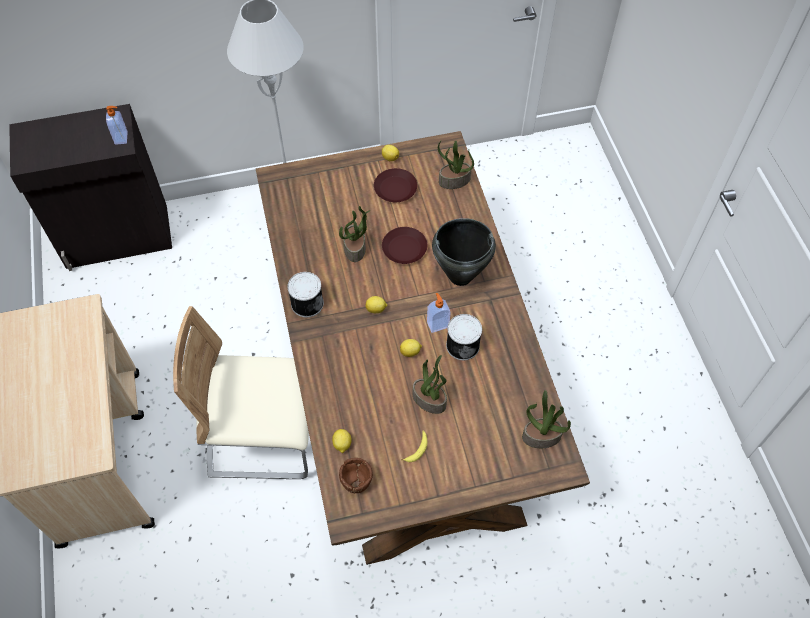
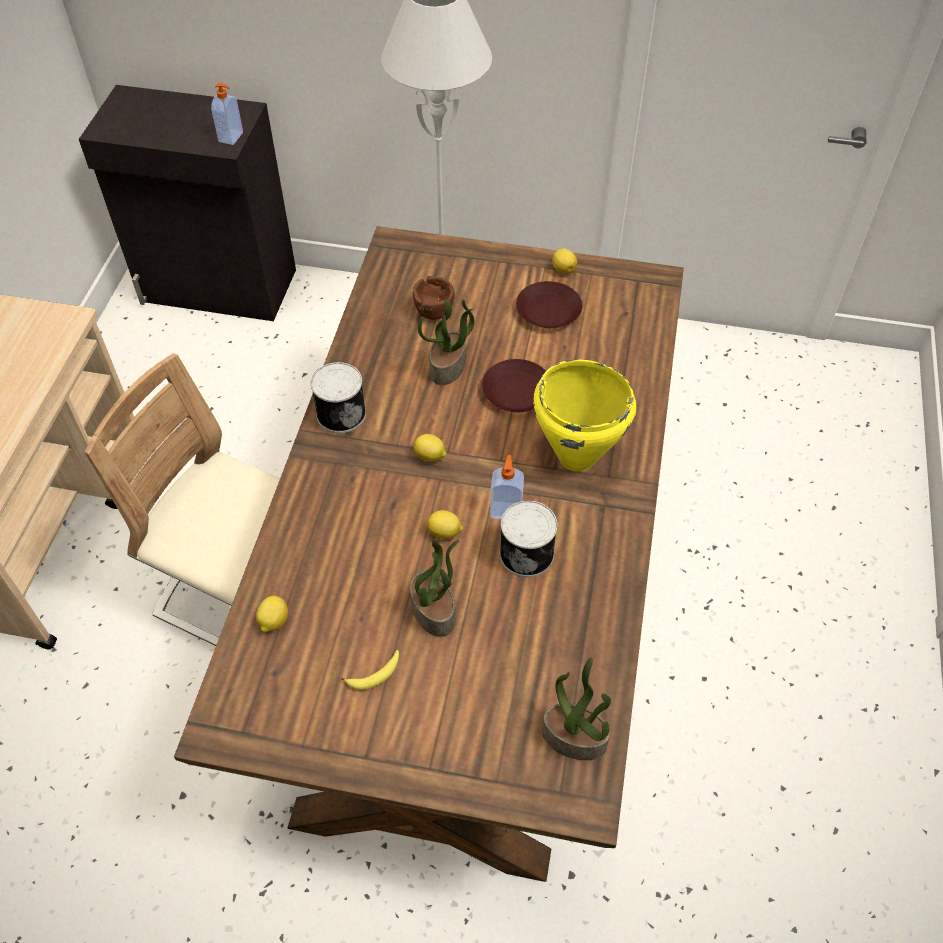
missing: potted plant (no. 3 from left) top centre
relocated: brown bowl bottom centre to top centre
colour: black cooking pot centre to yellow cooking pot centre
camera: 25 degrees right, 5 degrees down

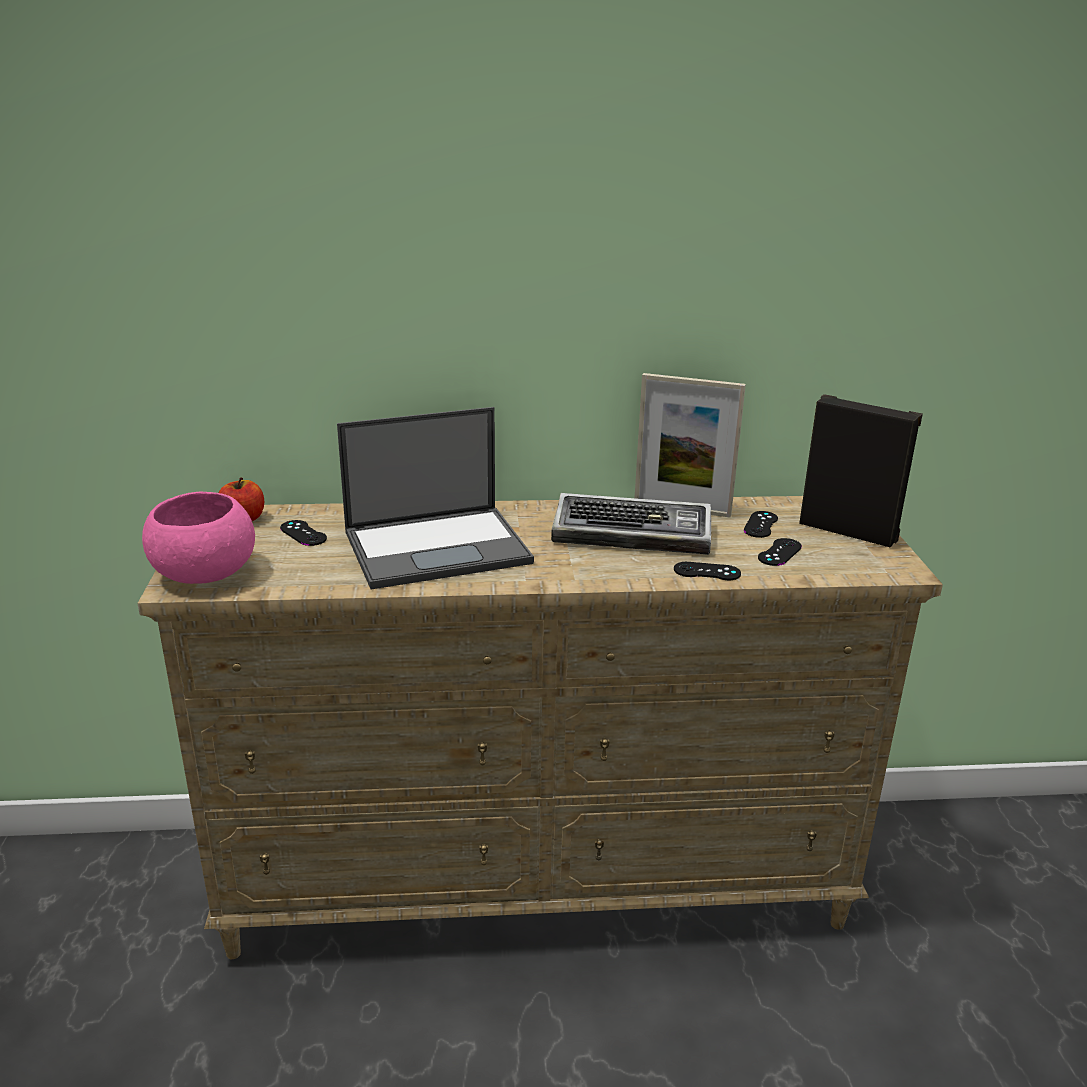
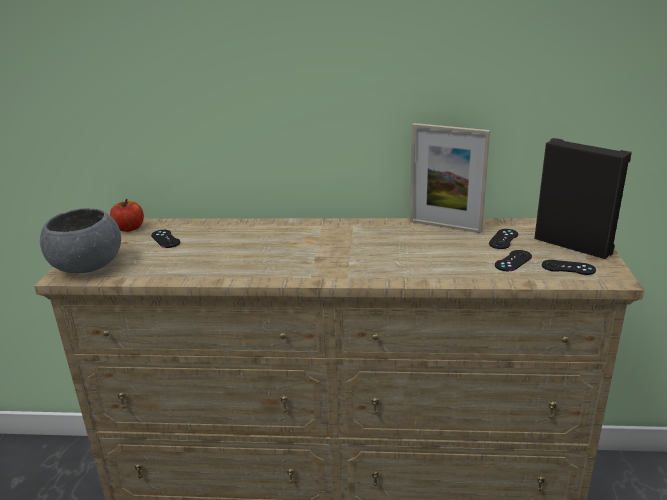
missing: laptop centre; keyboard centre
relocated: black game controller (no. 2 from left in the first image) centre to black game controller (no. 4 from left) middle right
colour: pink bowl middle left to grey bowl middle left
camera: 10 degrees right, 0 degrees up

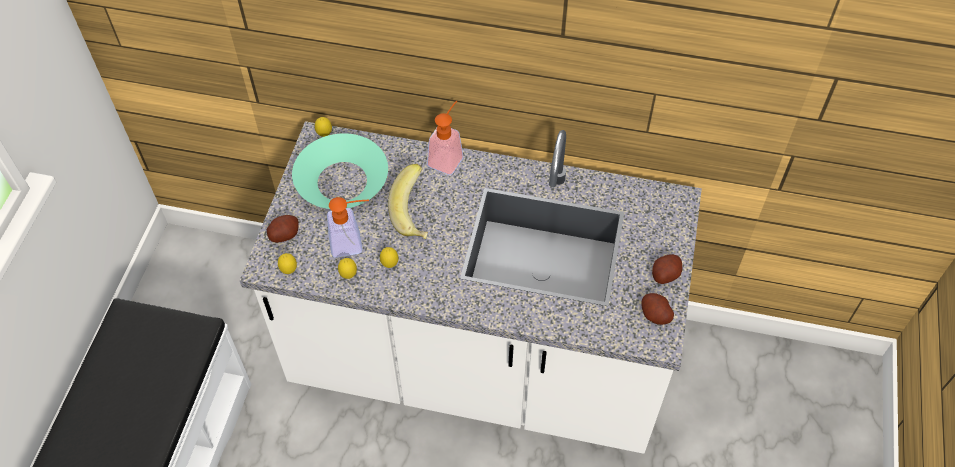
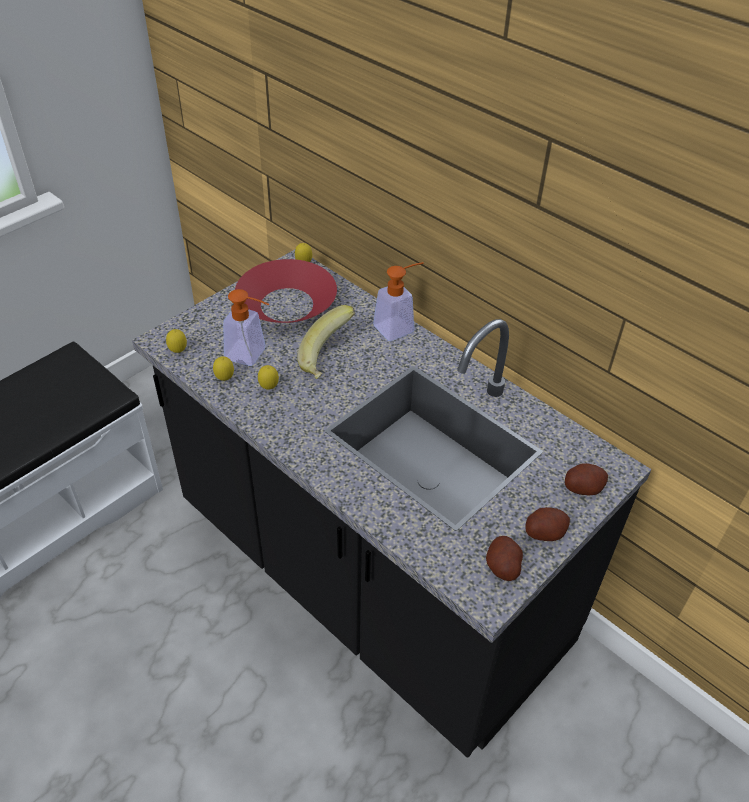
relocated: potato (no. 1 from left in the first image) middle left to potato (no. 3 from left) middle right
colour: white counter centre to black counter centre; turquoise bowl centre to red bowl centre
camera: 30 degrees right, 10 degrees down

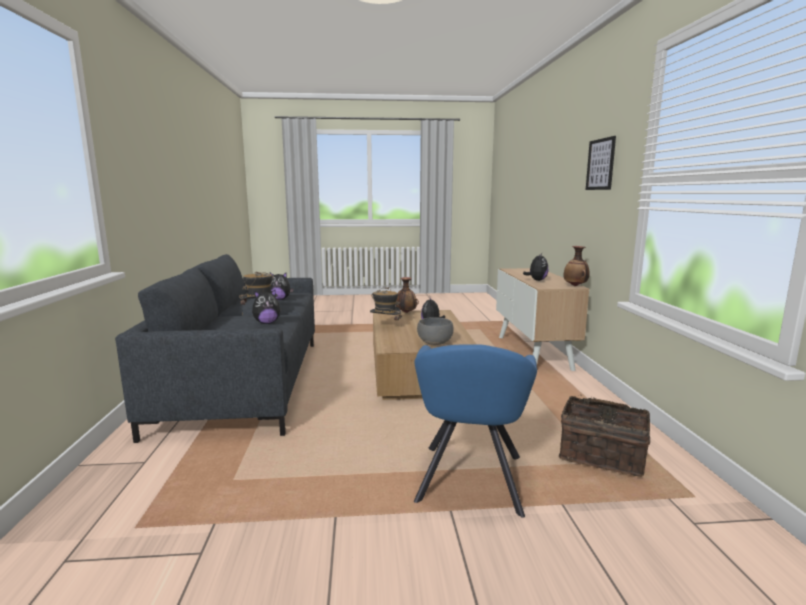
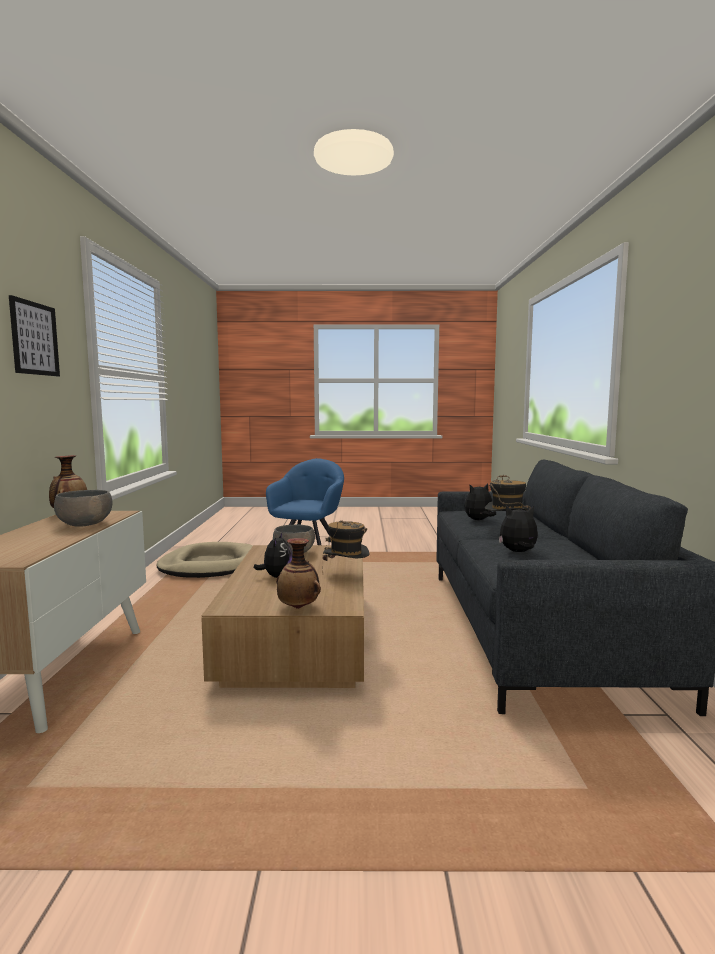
exchanged: plush toy (no. 4 from left) centre to grey bowl (no. 1 from left) middle left; basket bottom right to beige dog bed middle left
camera: 175 degrees left, 5 degrees down

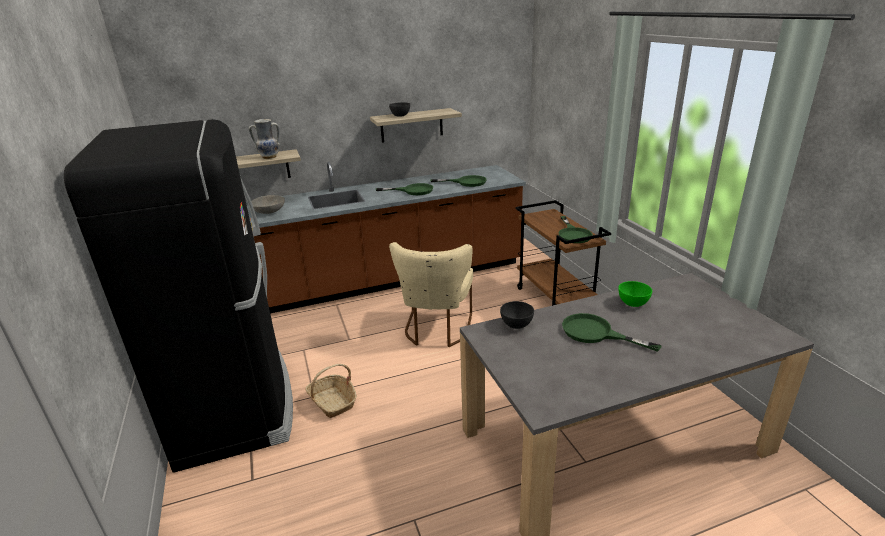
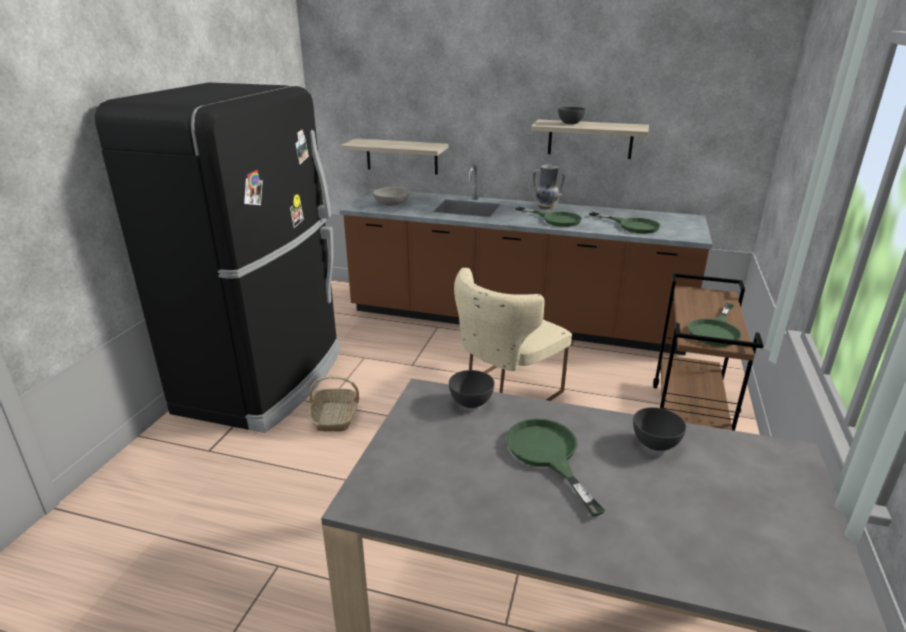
relocated: vase top left to top centre
colour: green bowl middle right to grey bowl (no. 4 from left) bottom right
camera: 35 degrees right, 0 degrees up

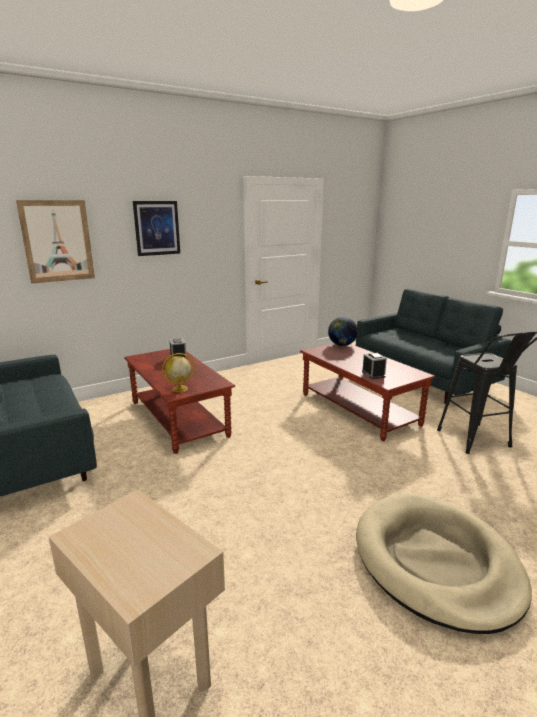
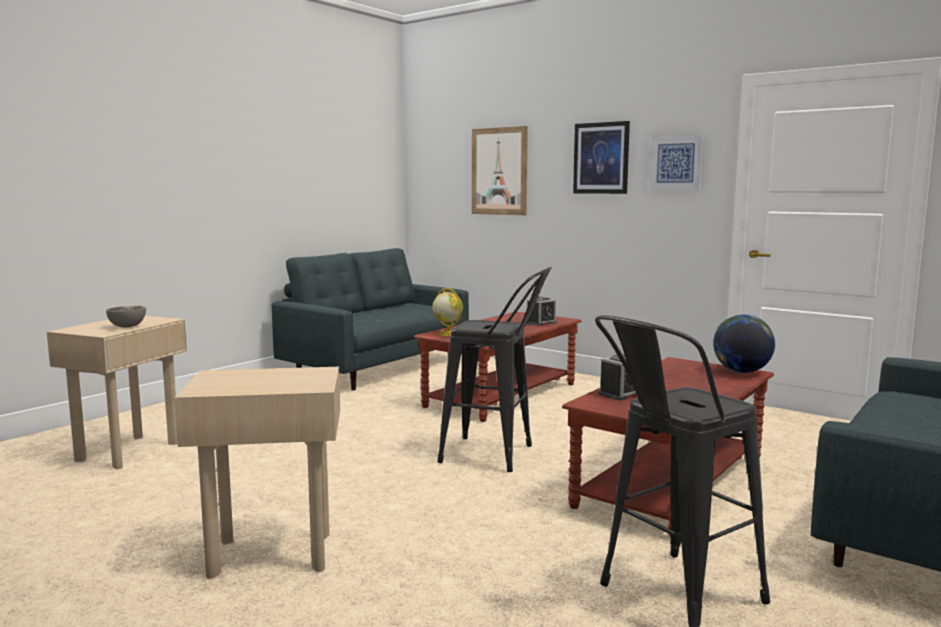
appeared: grey bowl middle left; black stool (no. 1 from left) centre; picture (no. 3 from left) top right
exchanged: beige dog bed bottom right to beige side table (no. 2 from left) bottom left
camera: 70 degrees right, 10 degrees down

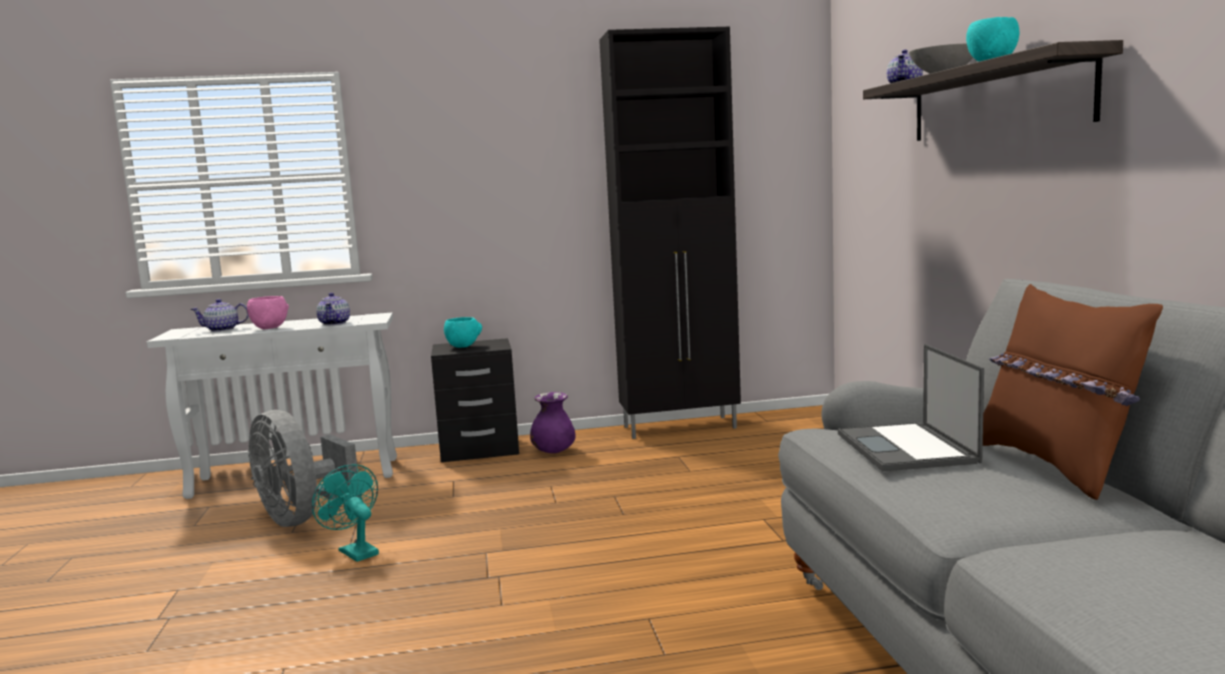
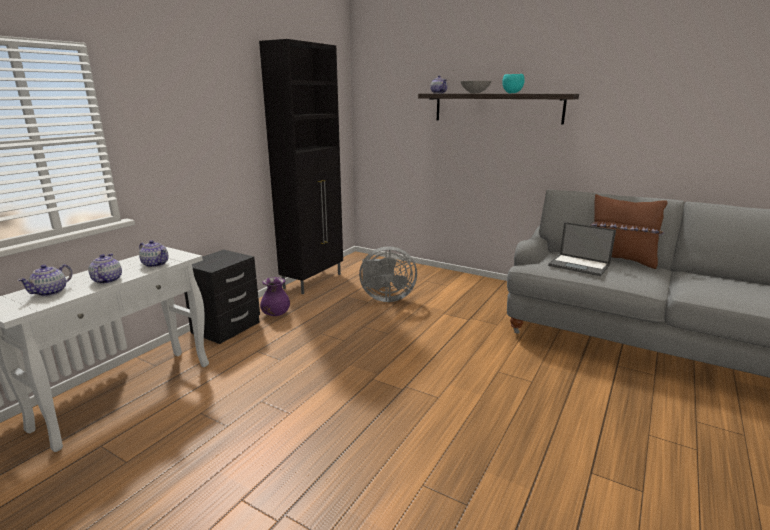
missing: turquoise fan bottom left; turquoise bowl (no. 1 from left) centre
relocated: grey fan bottom left to centre
exchanged: pink bowl middle left to teapot (no. 2 from left) middle left
camera: 50 degrees left, 10 degrees up

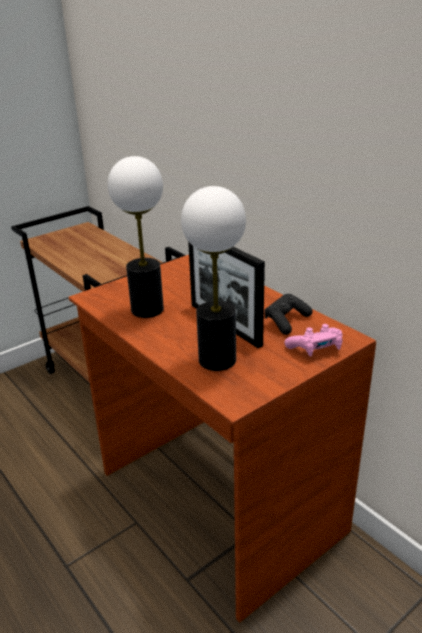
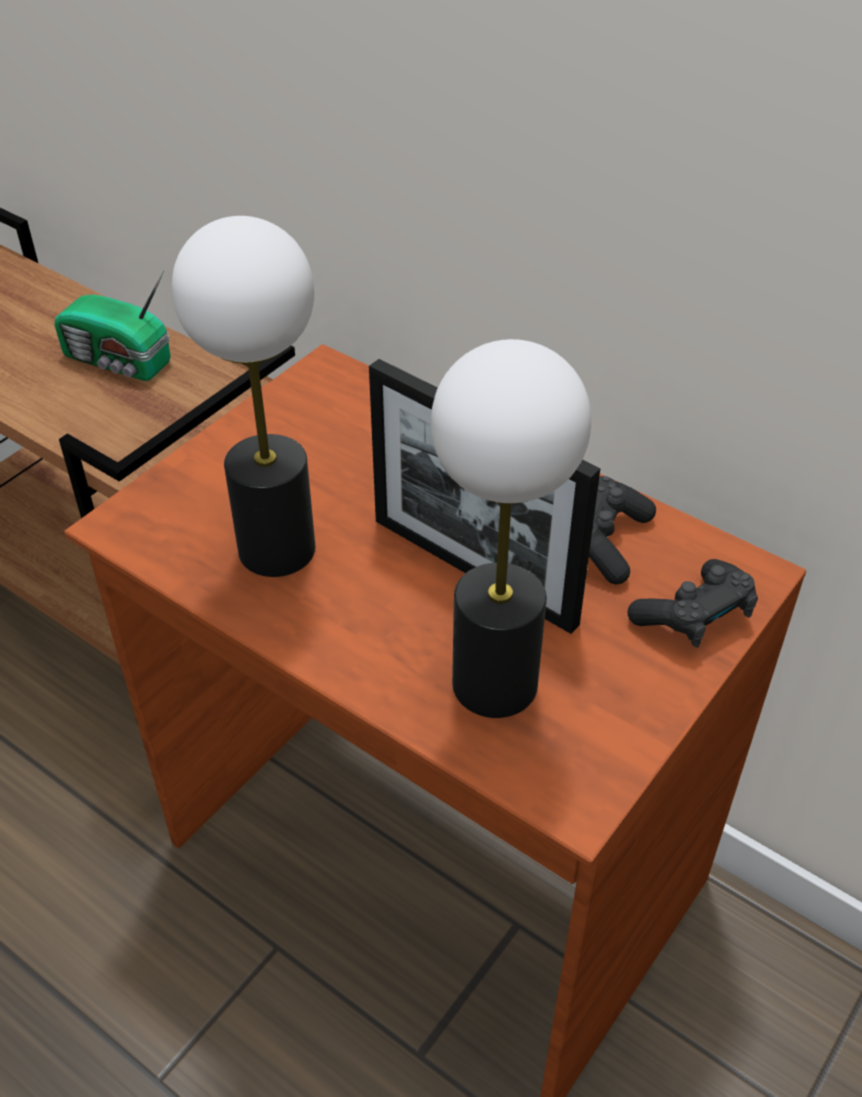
appeared: radio top left
colour: pink game controller middle right to black game controller (no. 2 from left) middle right
camera: 15 degrees left, 15 degrees up

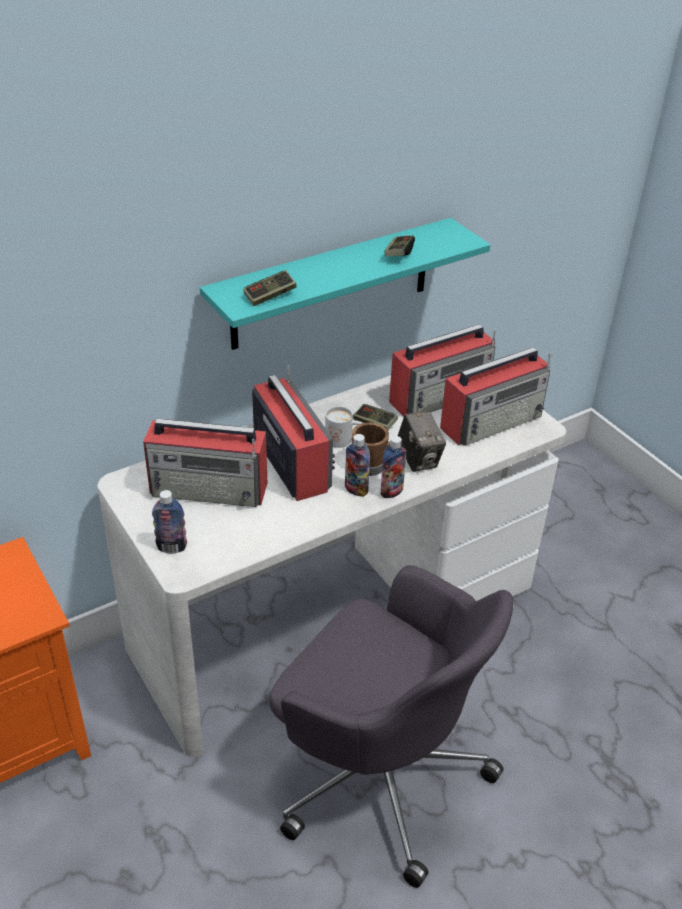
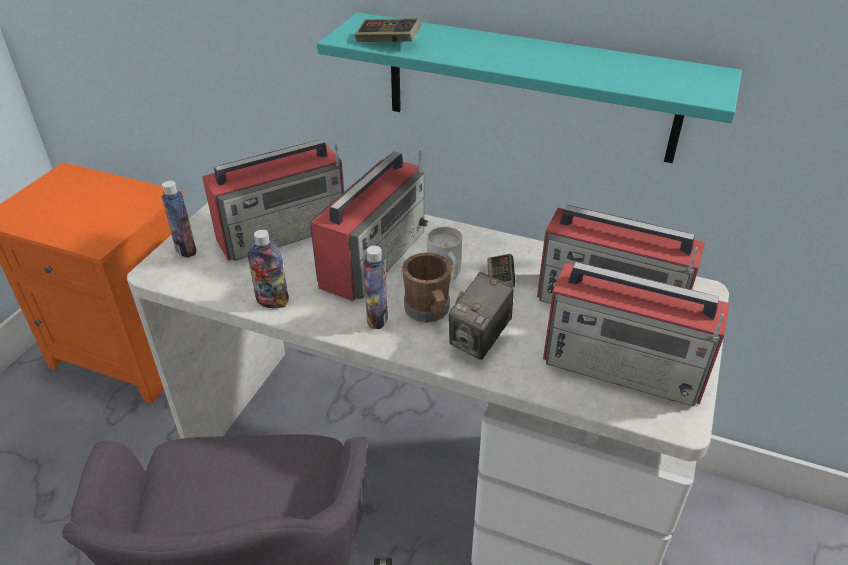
missing: game controller (no. 3 from left) top centre
relocated: bottle (no. 3 from left in the first image) centre to bottle (no. 2 from left) middle left
spun: radio (no. 1 from left) middle left = middle left 90 degrees counterclockwise
camera: 55 degrees right, 0 degrees up

